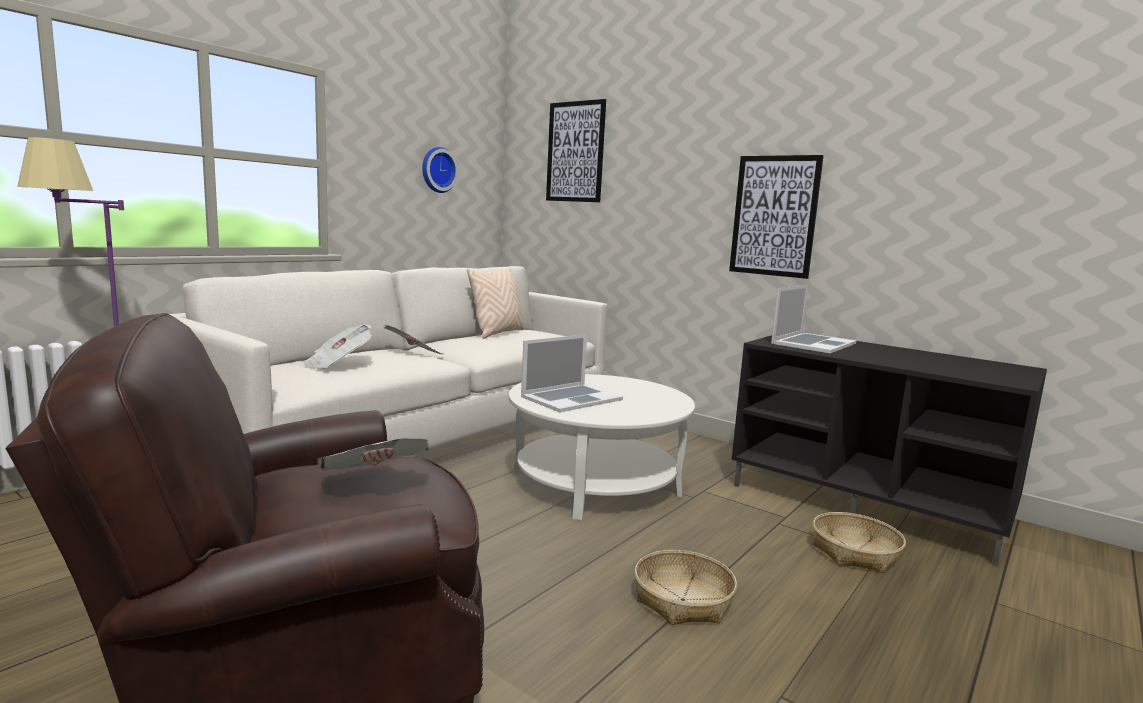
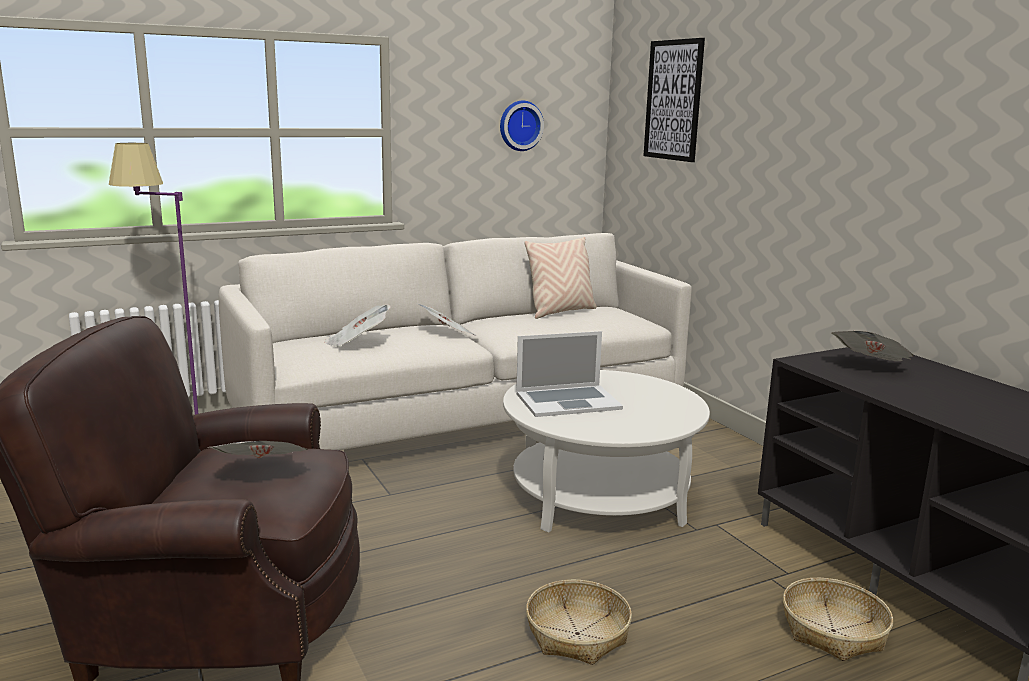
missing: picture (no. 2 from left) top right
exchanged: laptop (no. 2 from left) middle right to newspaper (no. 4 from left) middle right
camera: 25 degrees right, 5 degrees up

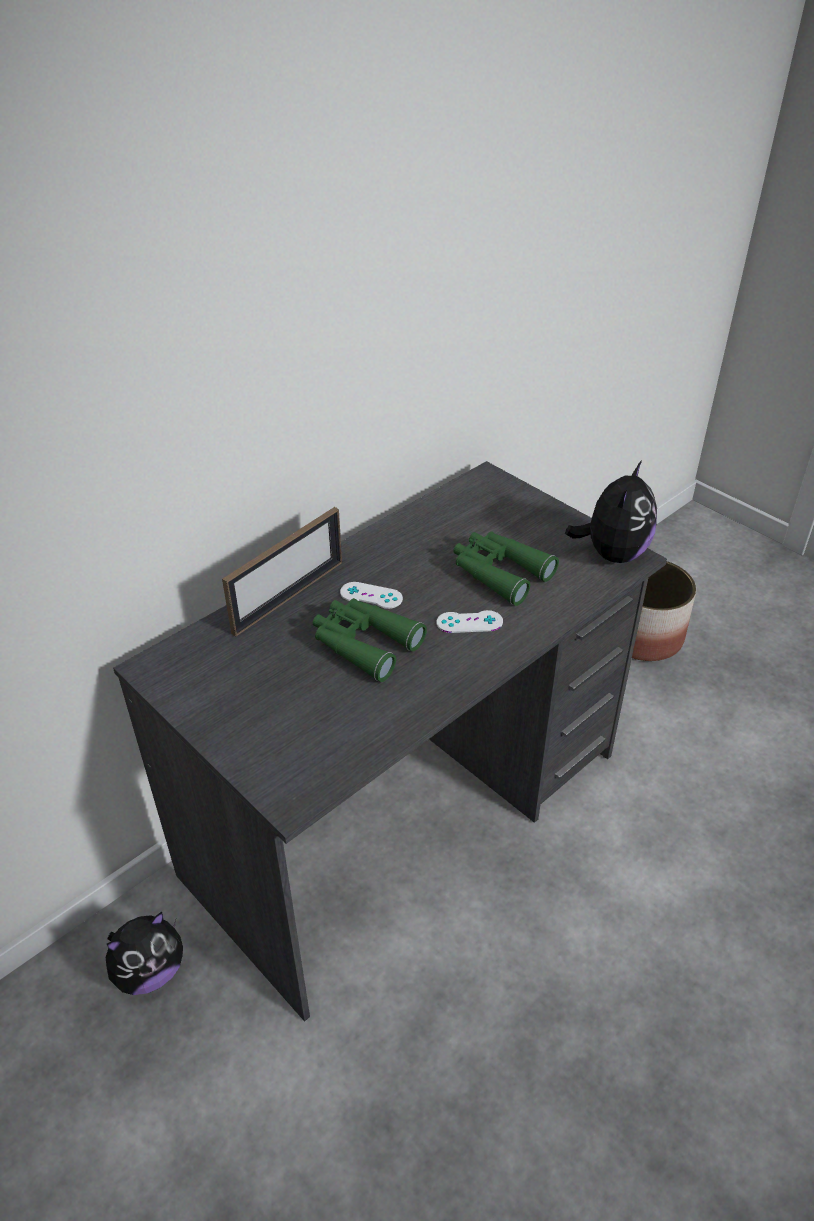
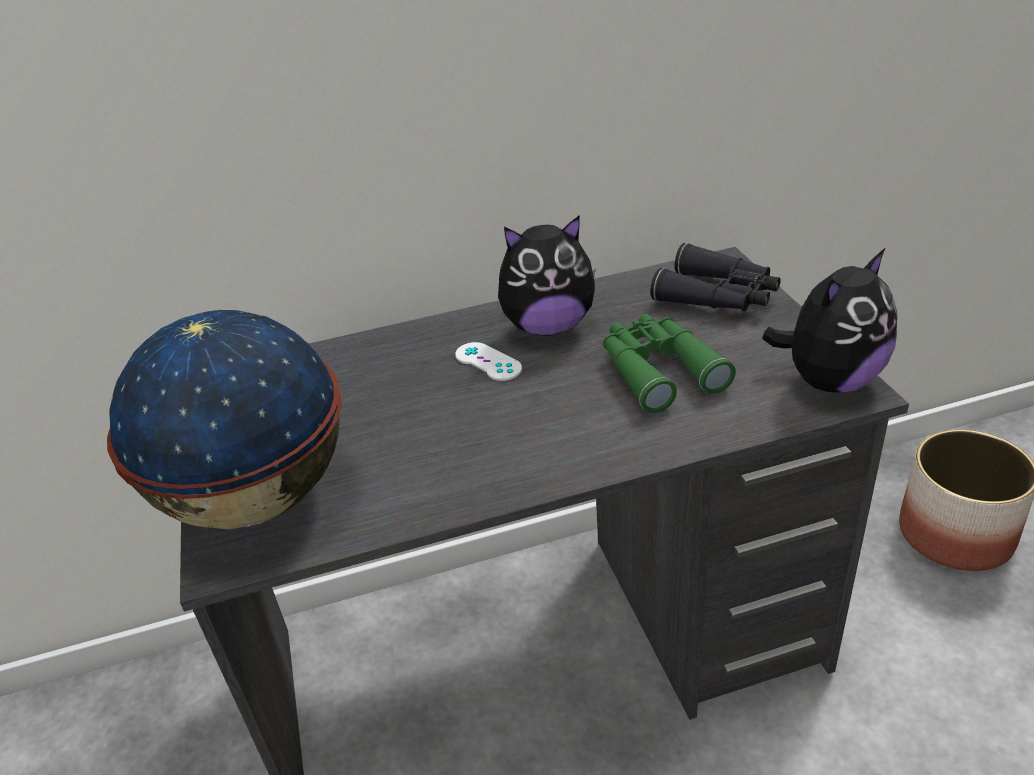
missing: picture frame centre; green binoculars (no. 1 from left) centre; white game controller (no. 2 from left) centre
appeared: globe middle left; black binoculars middle right
relocated: plush toy (no. 1 from left) bottom left to centre
camera: 30 degrees right, 5 degrees down

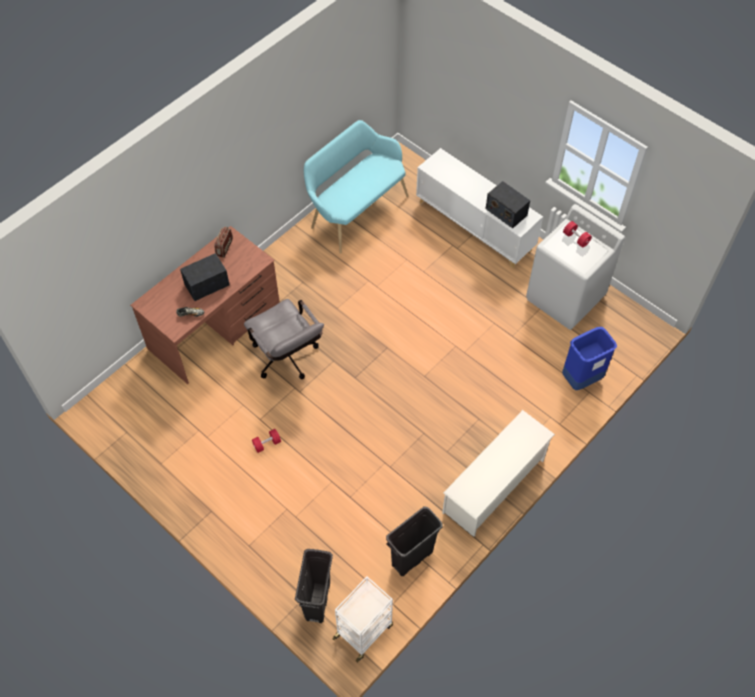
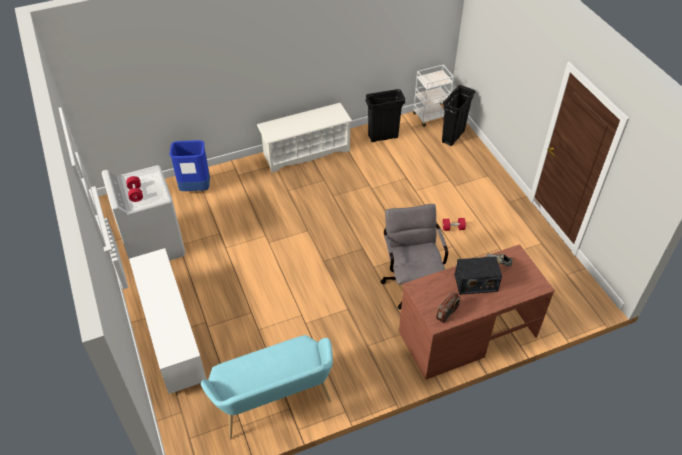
missing: radio (no. 3 from left) top right
camera: 155 degrees left, 10 degrees down

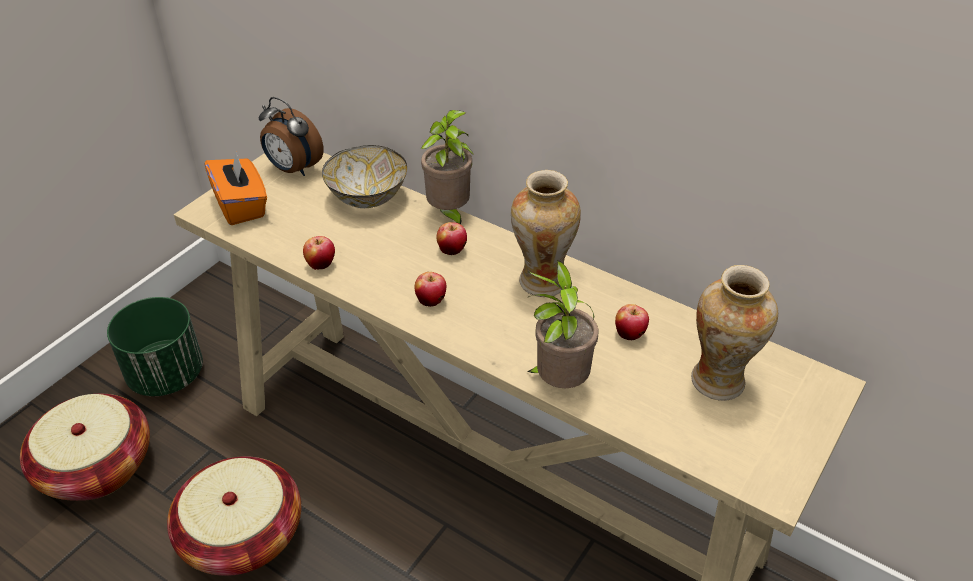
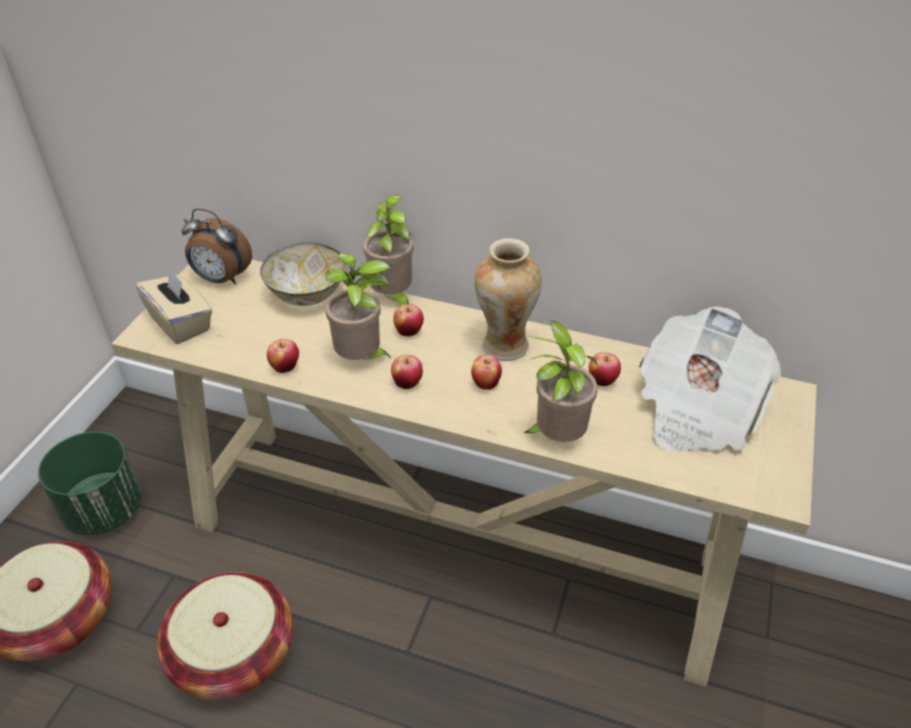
appeared: potted plant (no. 1 from left) centre; apple (no. 4 from left) centre
exchanged: vase (no. 2 from left) middle right to newspaper middle right
colour: orange tissue box top left to beige tissue box middle left
camera: 15 degrees left, 0 degrees up

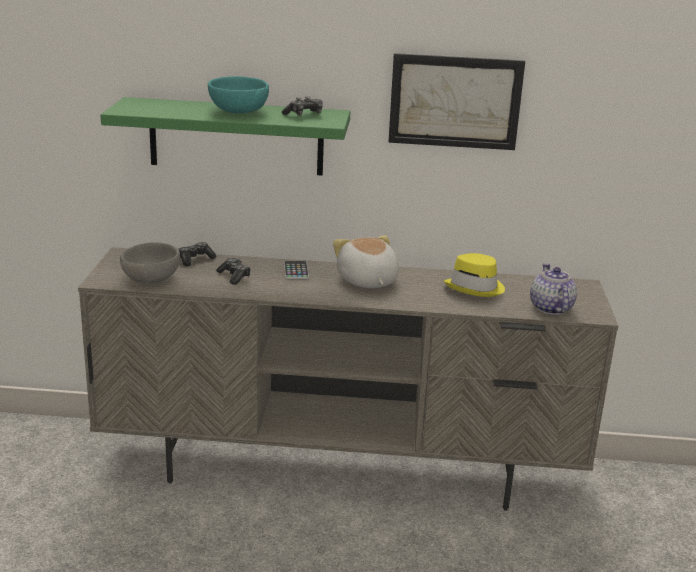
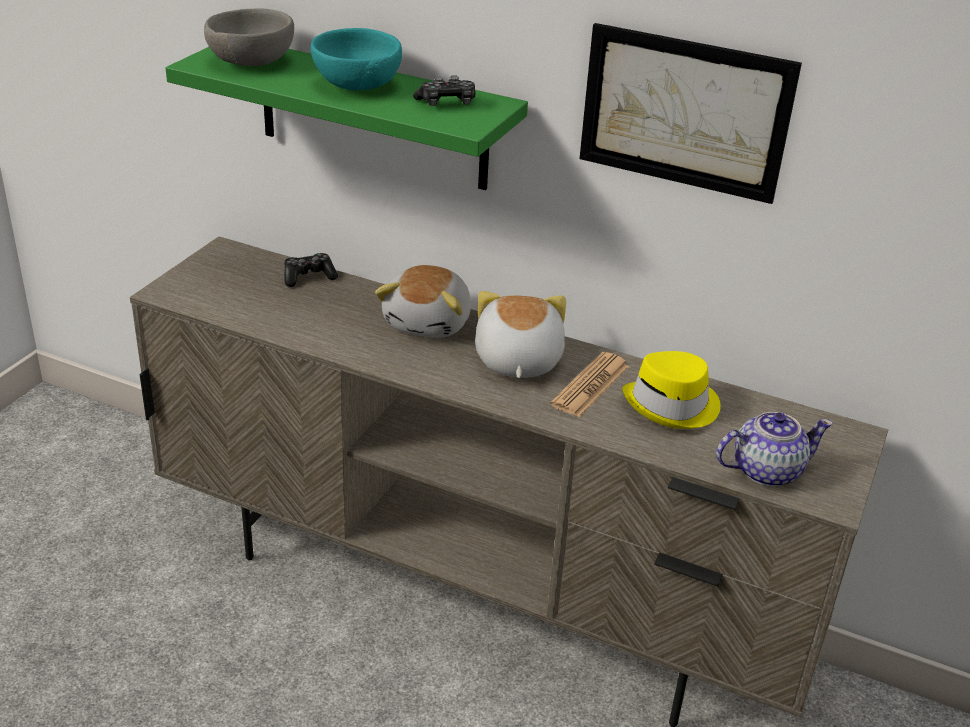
missing: game controller (no. 2 from left) centre
appeared: newspaper centre
relocated: grey bowl middle left to top left
exchanged: phone centre to plush toy (no. 1 from left) centre
spun: teapot middle right = middle right 60 degrees clockwise
camera: 20 degrees right, 10 degrees up

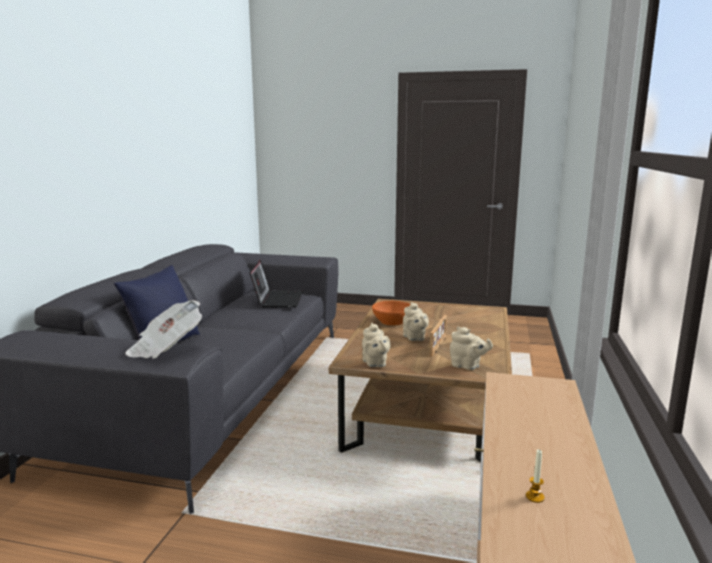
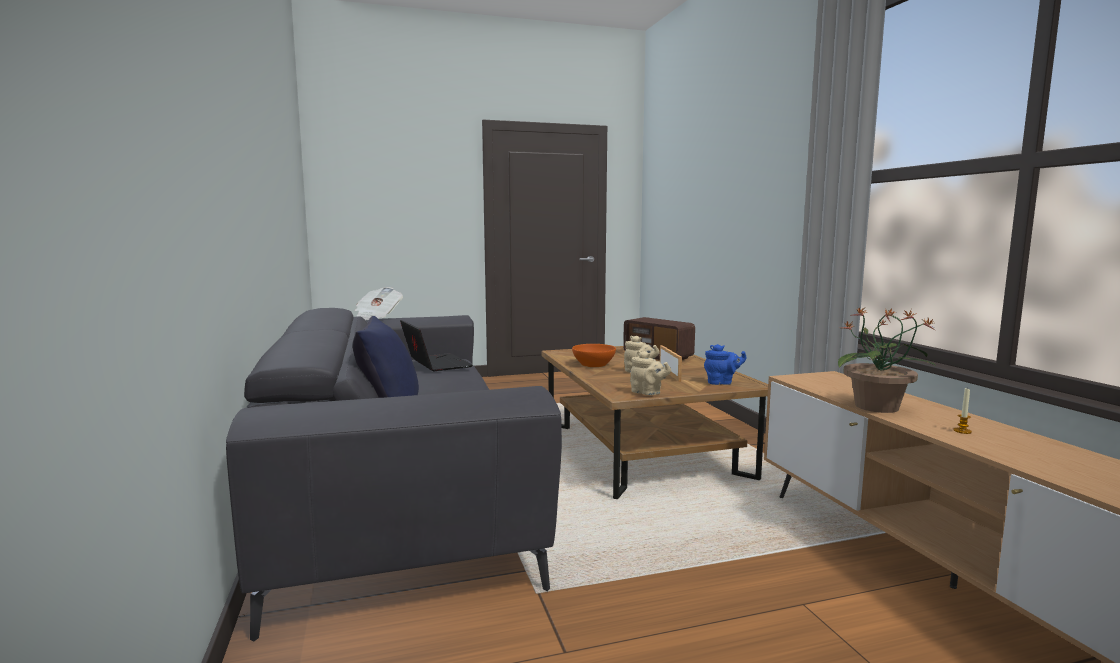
appeared: radio centre; potted plant middle right
relocated: newspaper middle left to centre
colour: beige teapot (no. 3 from left) centre to blue teapot centre
camera: 30 degrees left, 5 degrees down

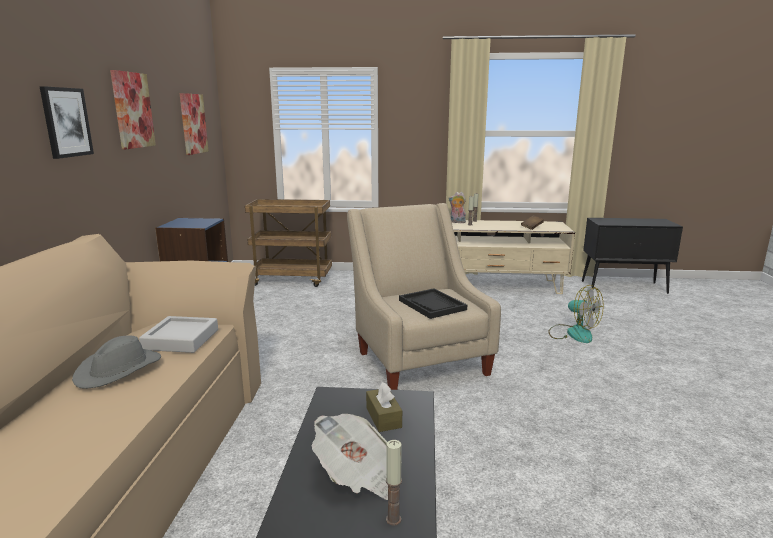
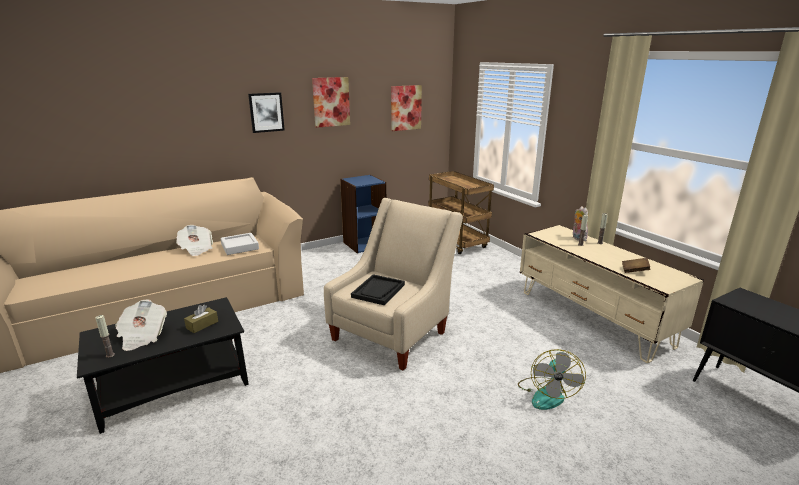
exchanged: grey hat bottom left to newspaper (no. 2 from left) middle left
camera: 55 degrees right, 5 degrees up

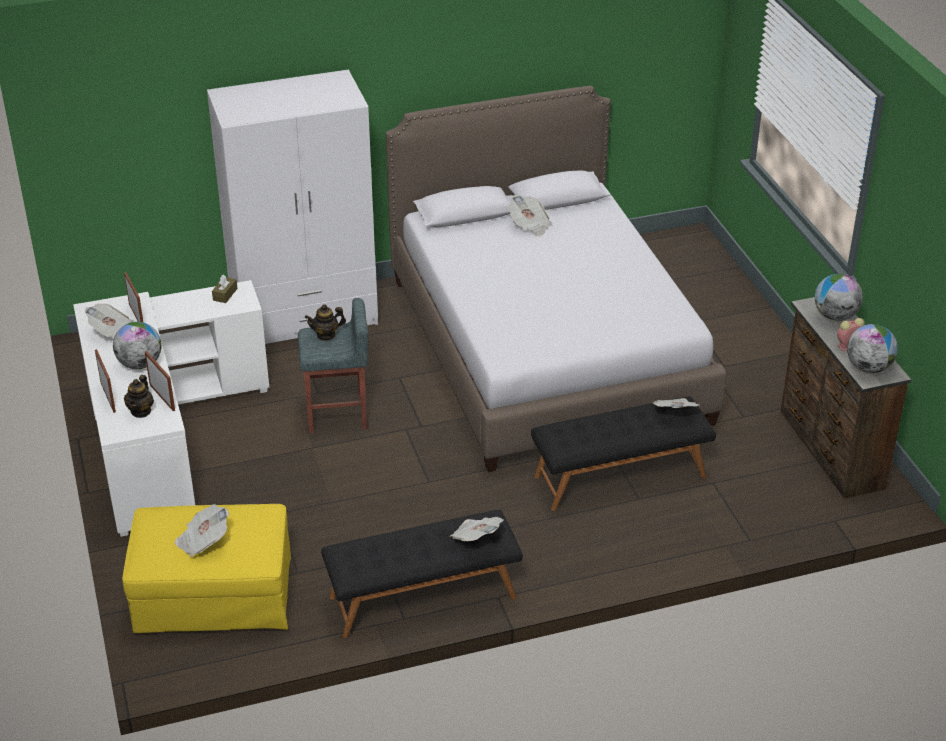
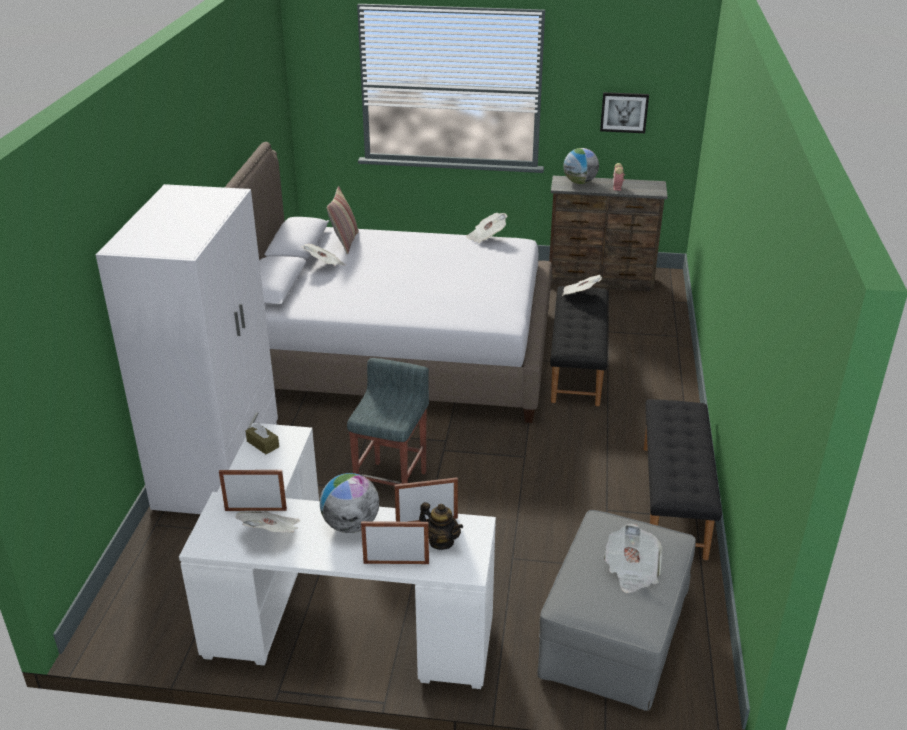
missing: teapot (no. 2 from left) centre; globe (no. 3 from left) middle right
appeared: pillow top centre; picture top right
relocated: newspaper (no. 3 from left) bottom centre to top centre
colour: yellow ottoman bottom left to grey ottoman bottom right
camera: 65 degrees left, 5 degrees down

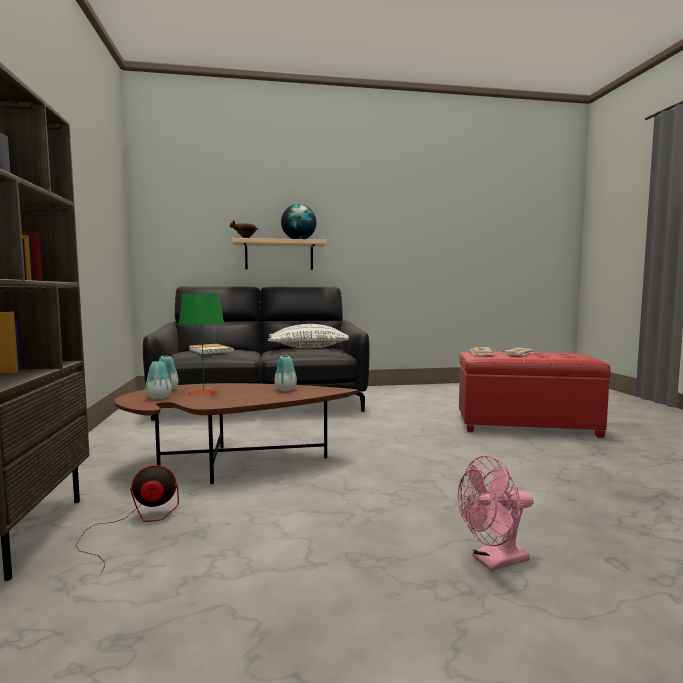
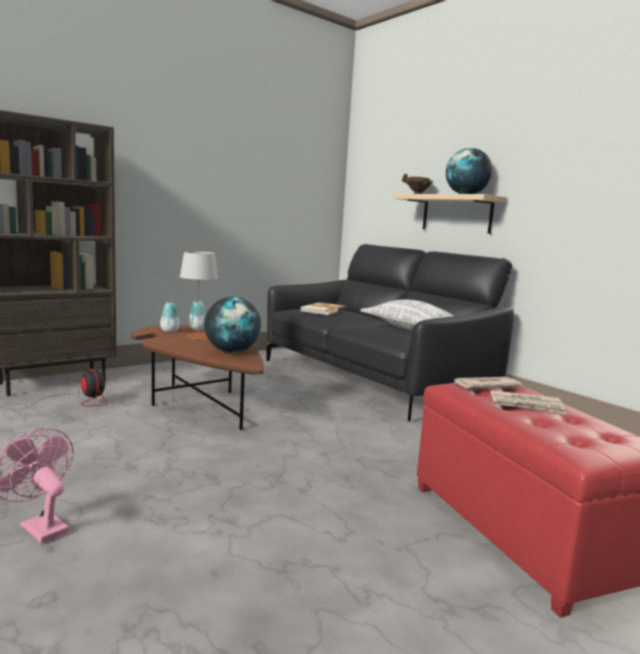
exchanged: vase (no. 3 from left) centre to globe (no. 1 from left) centre
colour: green table lamp middle left to grey table lamp middle left
camera: 60 degrees right, 5 degrees up

